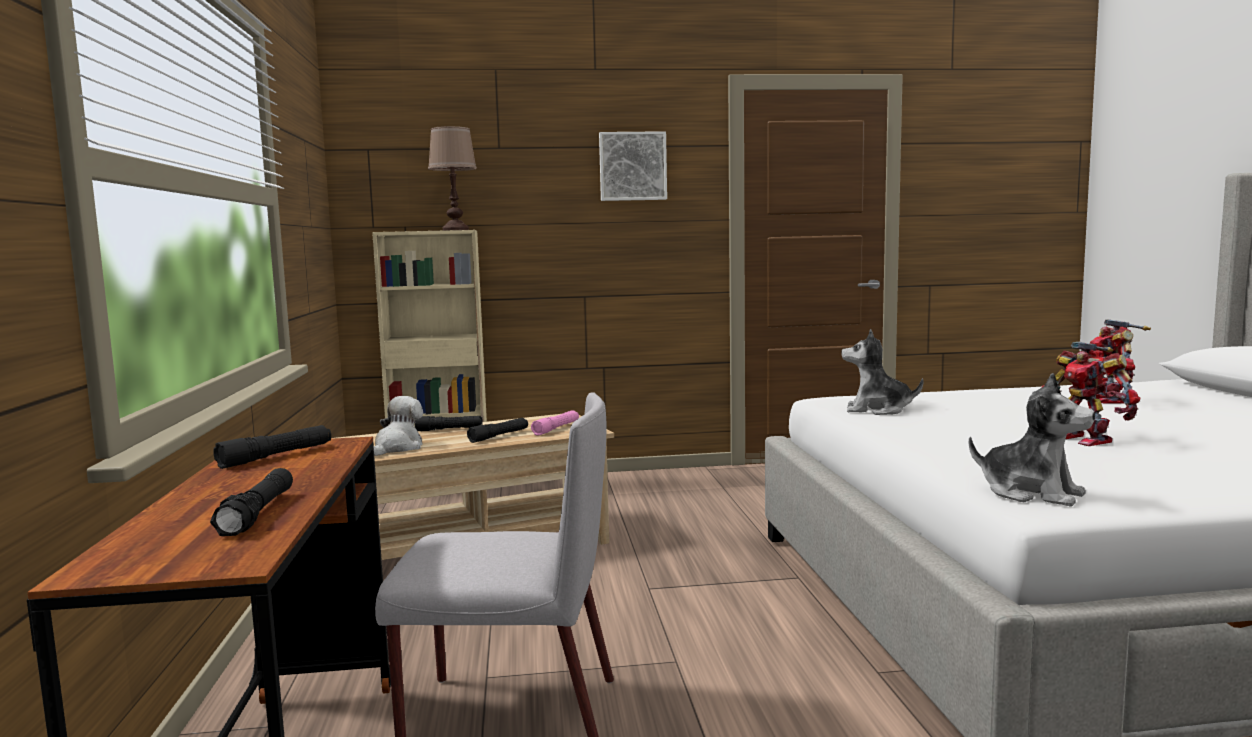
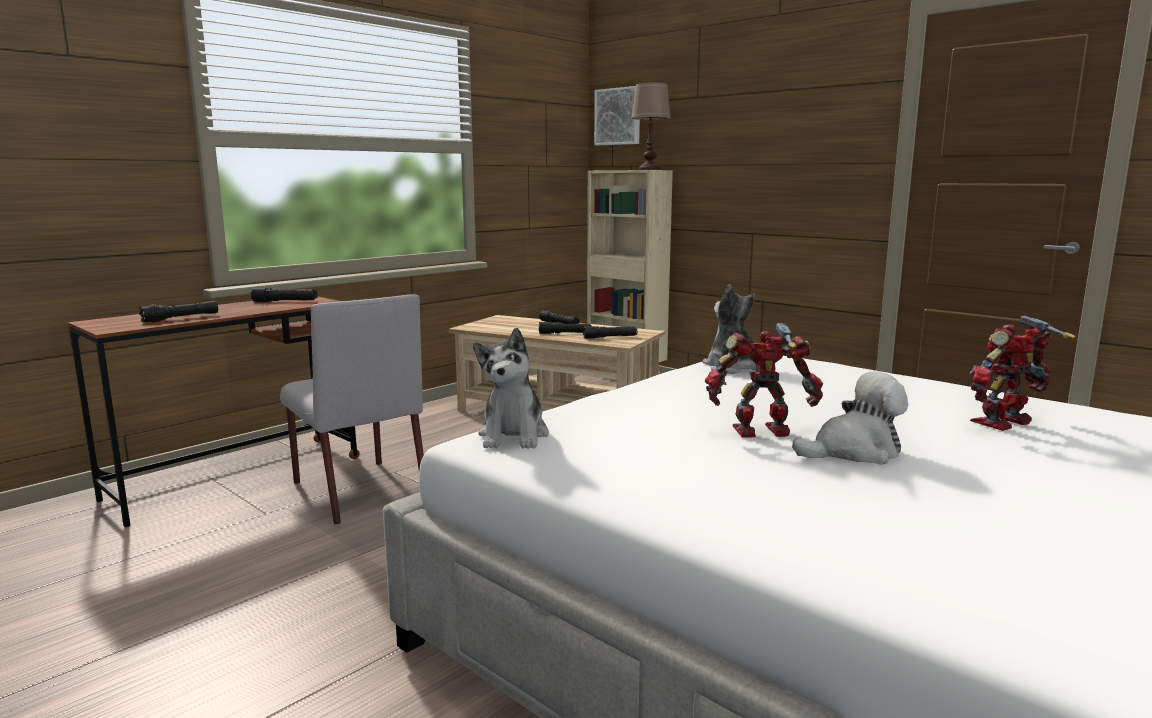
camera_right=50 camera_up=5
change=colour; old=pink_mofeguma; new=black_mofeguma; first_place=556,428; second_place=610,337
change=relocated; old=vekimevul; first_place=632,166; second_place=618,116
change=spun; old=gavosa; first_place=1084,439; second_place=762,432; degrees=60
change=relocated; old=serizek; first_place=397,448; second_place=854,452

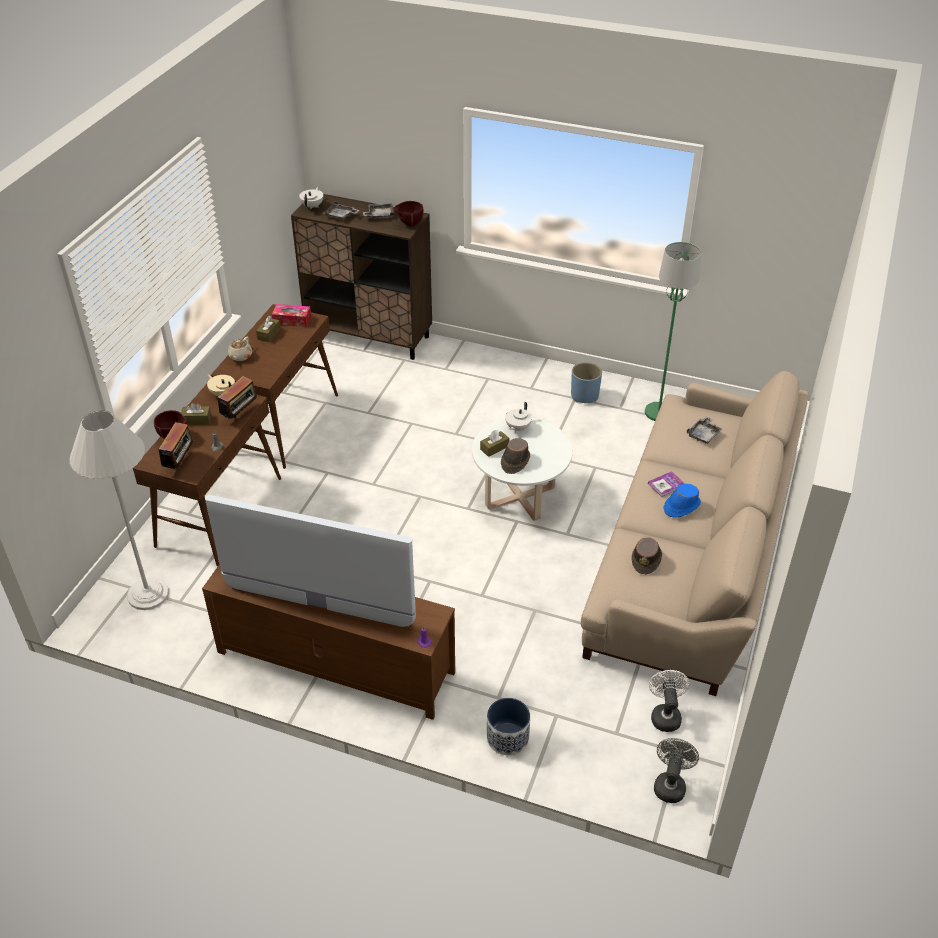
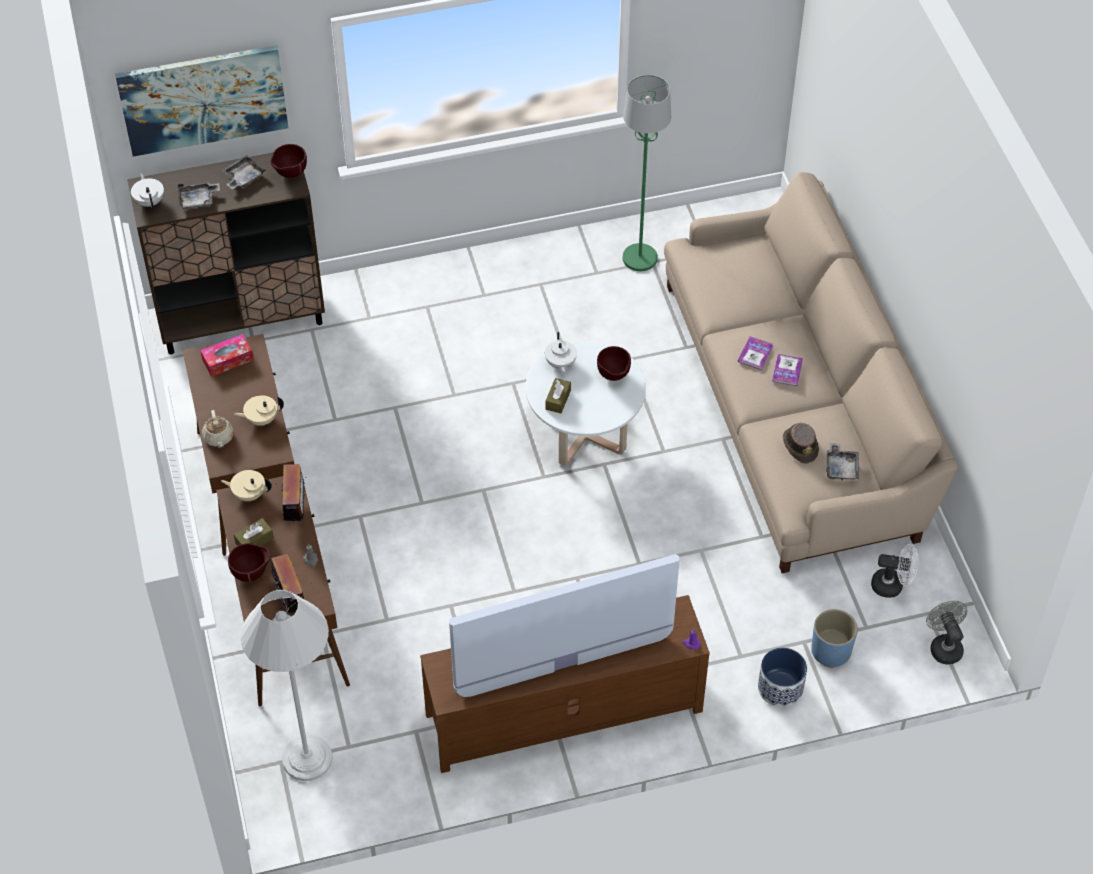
camera_right=-35 camera_up=10
change=appeared; new=vekimevul; second_place=203,99
change=appeared; new=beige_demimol; second_place=261,419
change=appeared; new=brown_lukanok; second_place=613,376
change=exchanged; old=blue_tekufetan; new=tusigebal; first_place=681,506; second_place=787,371
change=relocated; old=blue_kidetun; first_place=584,396; second_place=831,651
change=relocated; old=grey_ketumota; first_place=704,434; second_place=841,467
change=spun; old=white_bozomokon; first_place=665,715; second_place=892,585; degrees=135
change=missing; old=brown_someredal; first_place=269,334
change=missing; old=brown_tekufetan; first_place=515,461

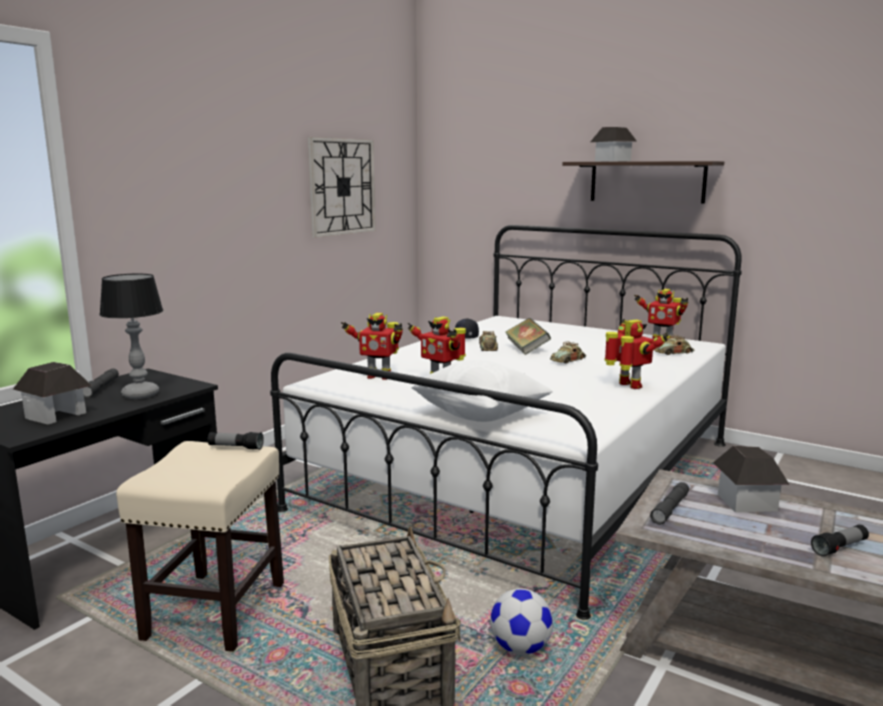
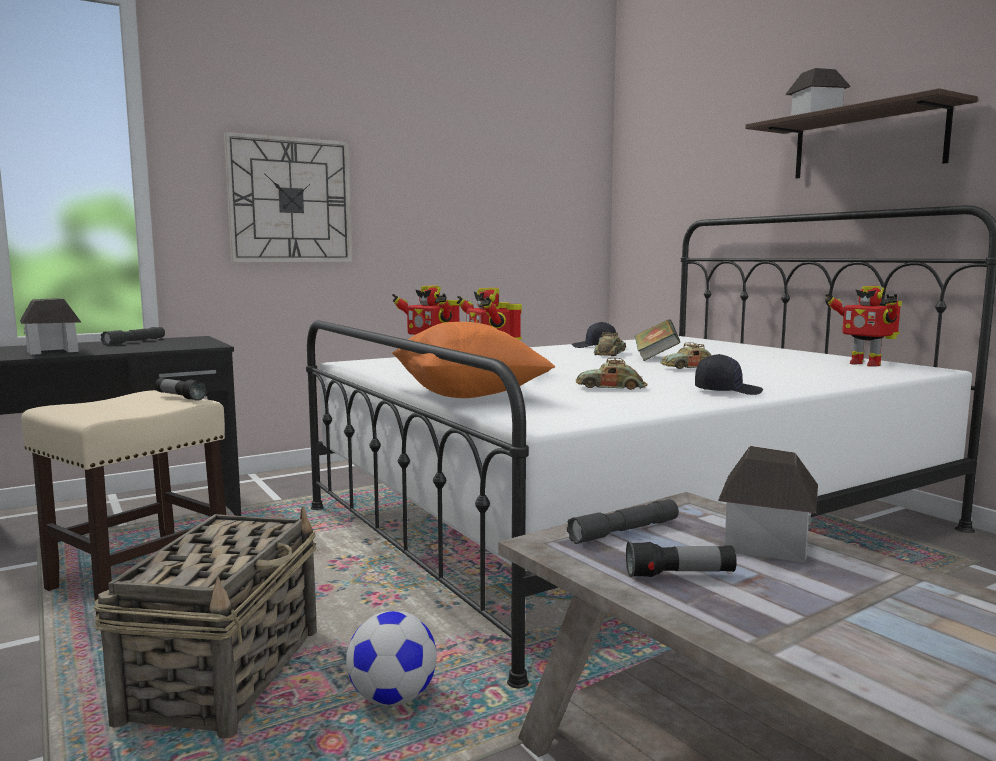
camera_right=25 camera_up=-5
change=relocated; old=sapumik; first_place=342,186; second_place=290,200
change=colour; old=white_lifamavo; new=orange_lifamavo; first_place=480,416; second_place=467,395
change=relocated; old=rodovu; first_place=673,353; second_place=611,388
change=relocated; old=mofeguma; first_place=839,548; second_place=680,575
change=exchanged; old=gavosa; new=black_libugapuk; first_place=629,386; second_place=727,391
change=missing; old=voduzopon; first_place=140,394

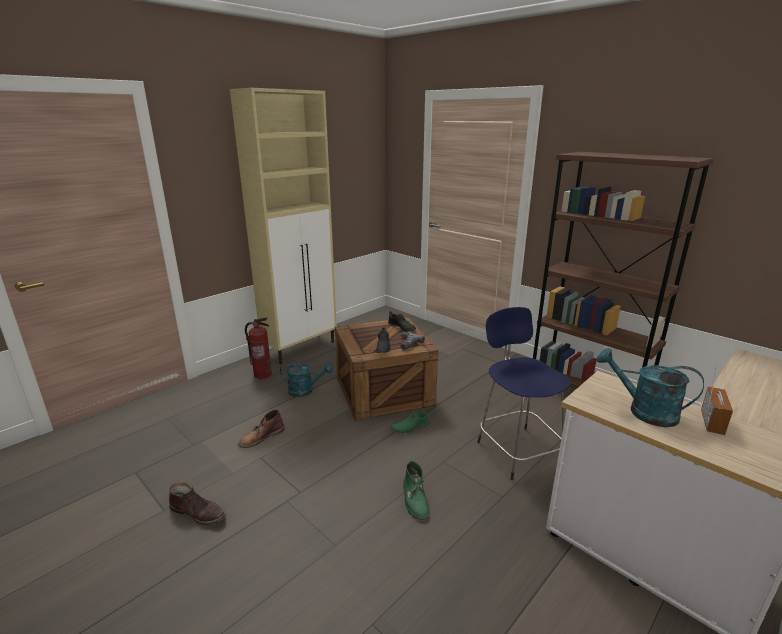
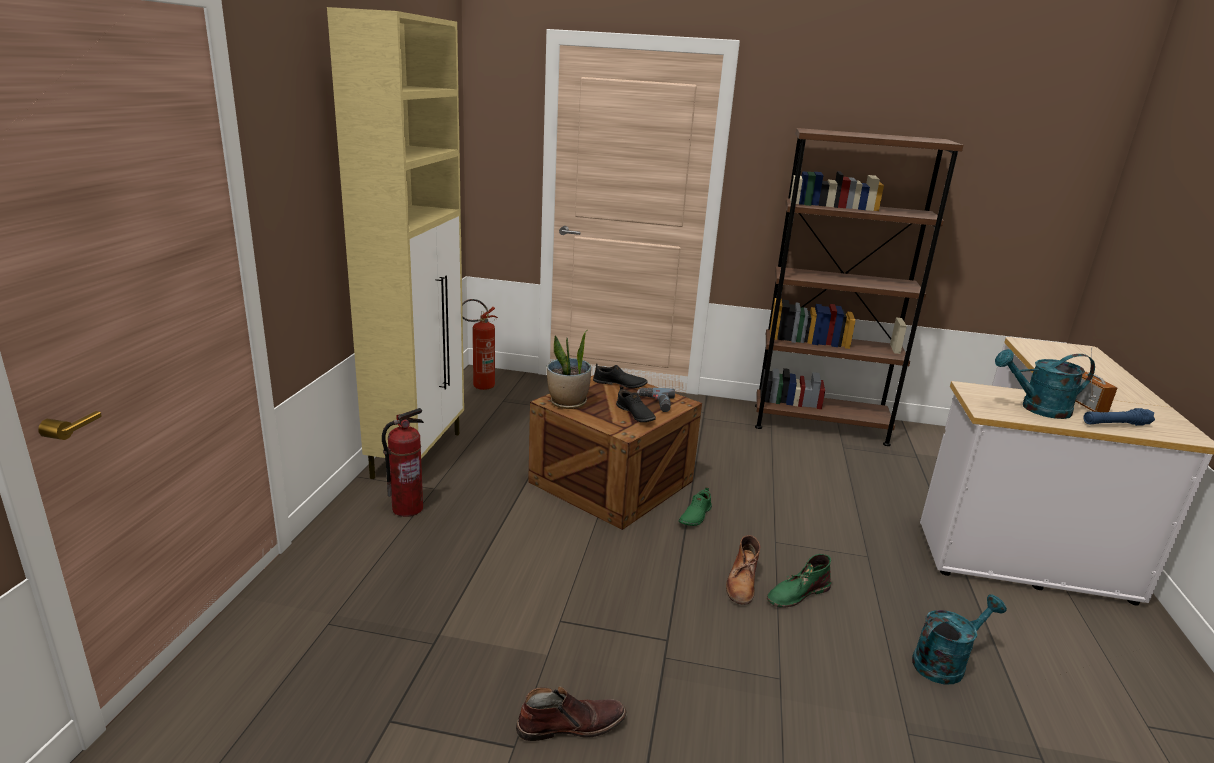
camera_right=-35 camera_up=0
change=appeared; new=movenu; second_place=479,387
change=appeared; new=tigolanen; second_place=568,403
change=relocated; old=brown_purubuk; first_place=261,437; second_place=742,582
change=spun; old=green_purubuk; first_place=415,499; second_place=797,593; degrees=105
change=relocated; old=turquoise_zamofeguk; first_place=305,391; second_place=945,662
change=appeared; new=blue_mofeguma; second_place=1115,424
change=missing; old=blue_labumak; first_place=517,450

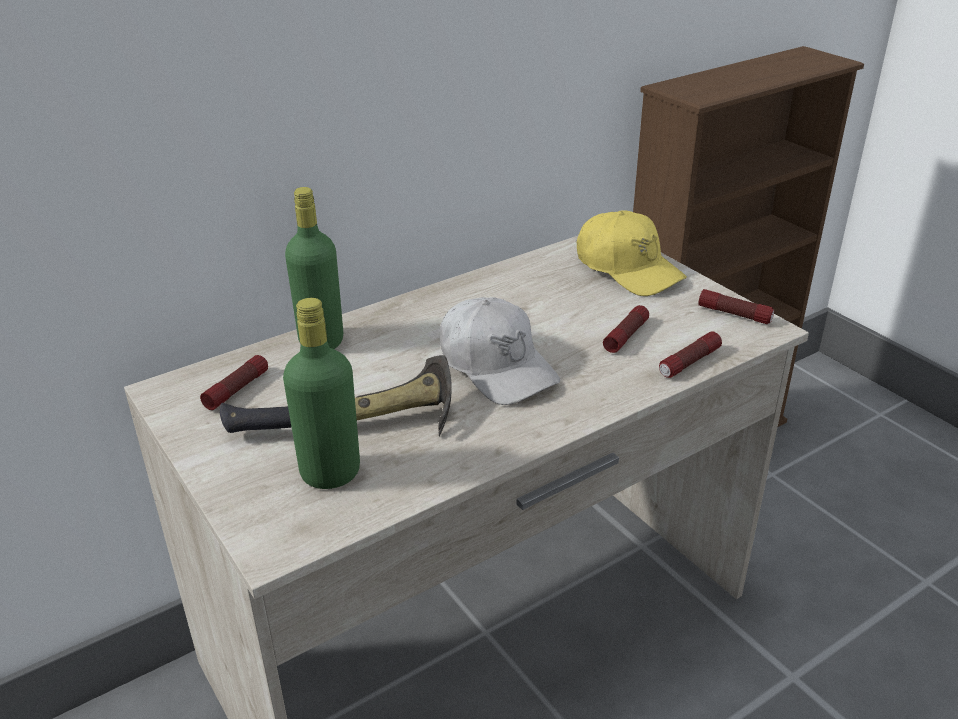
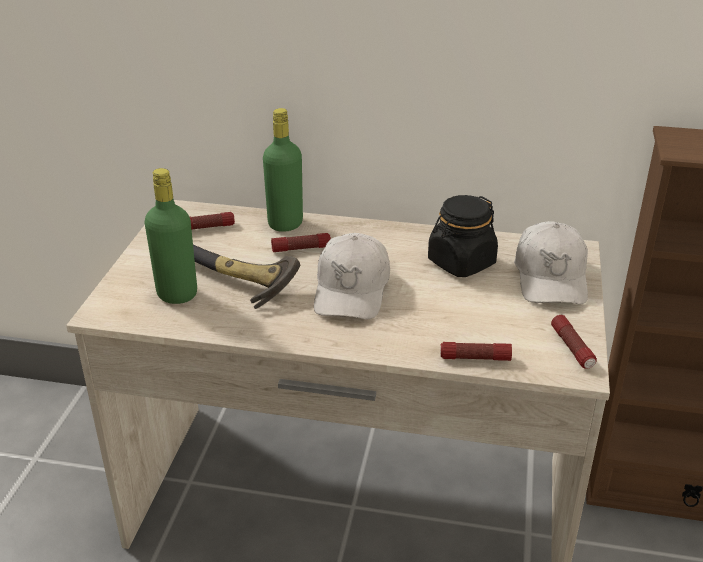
camera_right=45 camera_up=0
change=relocated; old=mofeguma; first_place=626,336; second_place=301,249
change=appeared; new=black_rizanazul; second_place=461,263
change=colour; old=yellow_libugapuk; new=white_libugapuk; first_place=628,269; second_place=551,277

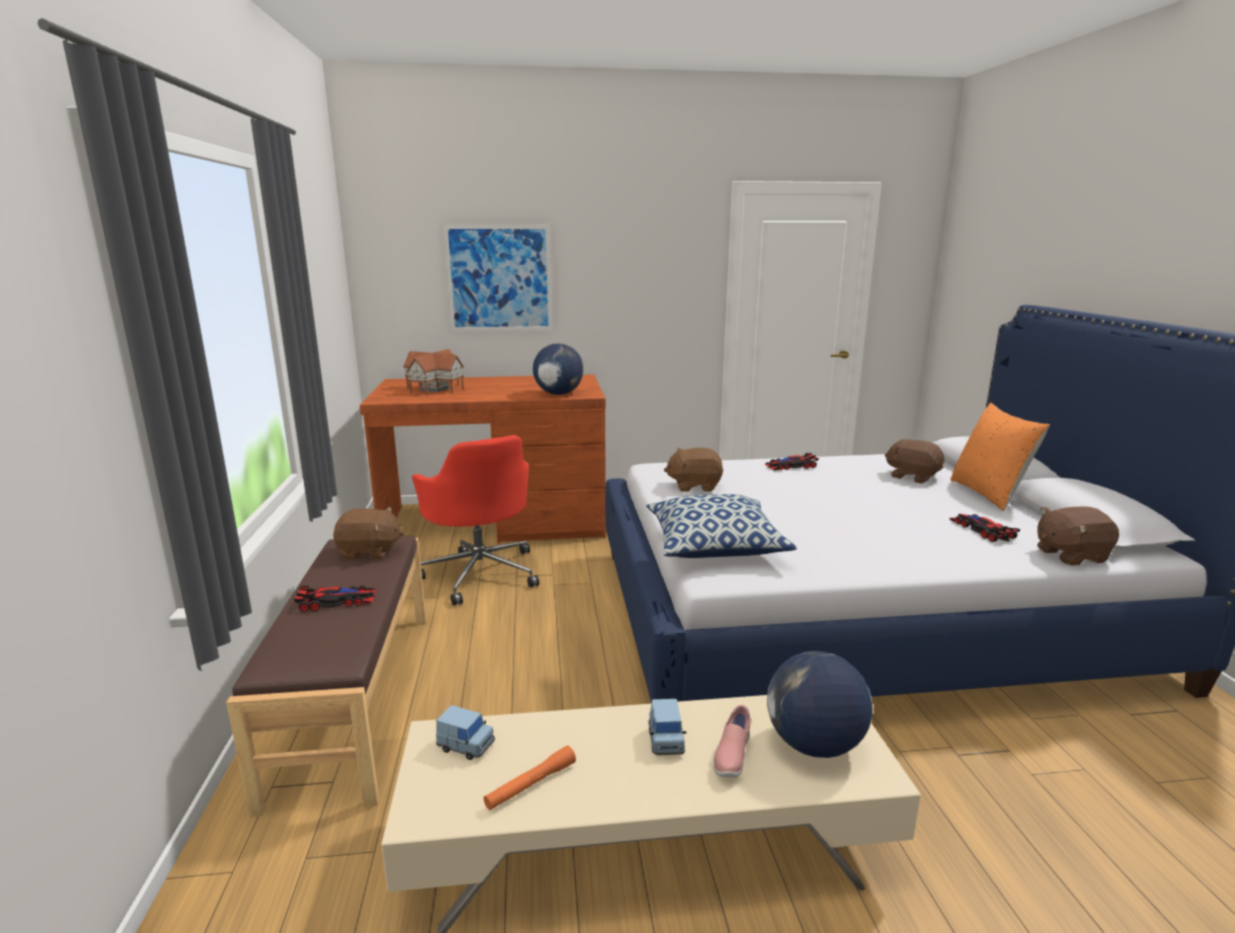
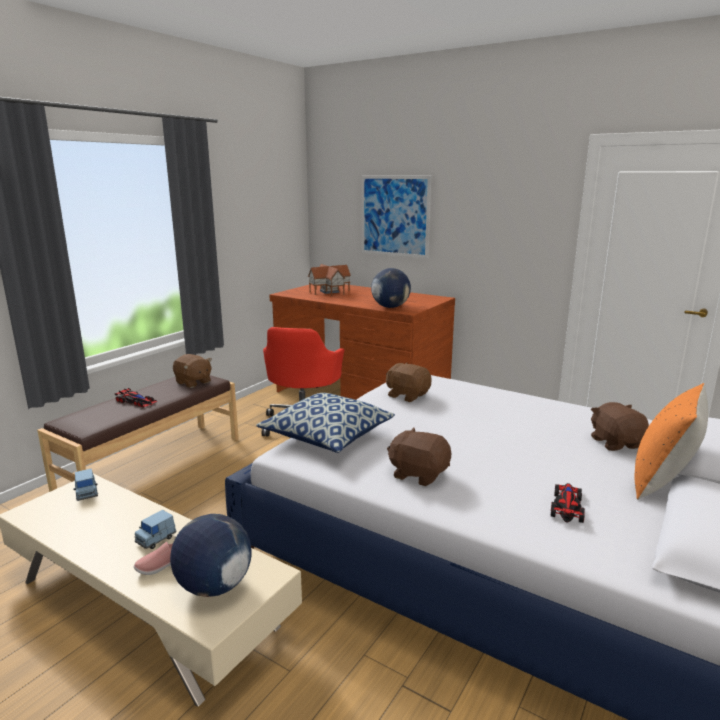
camera_right=40 camera_up=0
change=relocated; old=brown_serizek; first_place=1070,555; second_place=418,474
change=missing; old=orange_mofeguma; first_place=531,785
change=missing; old=rodovu; first_place=791,466

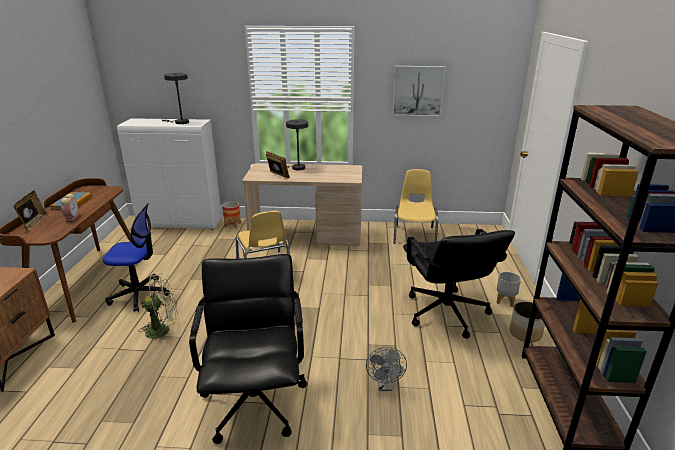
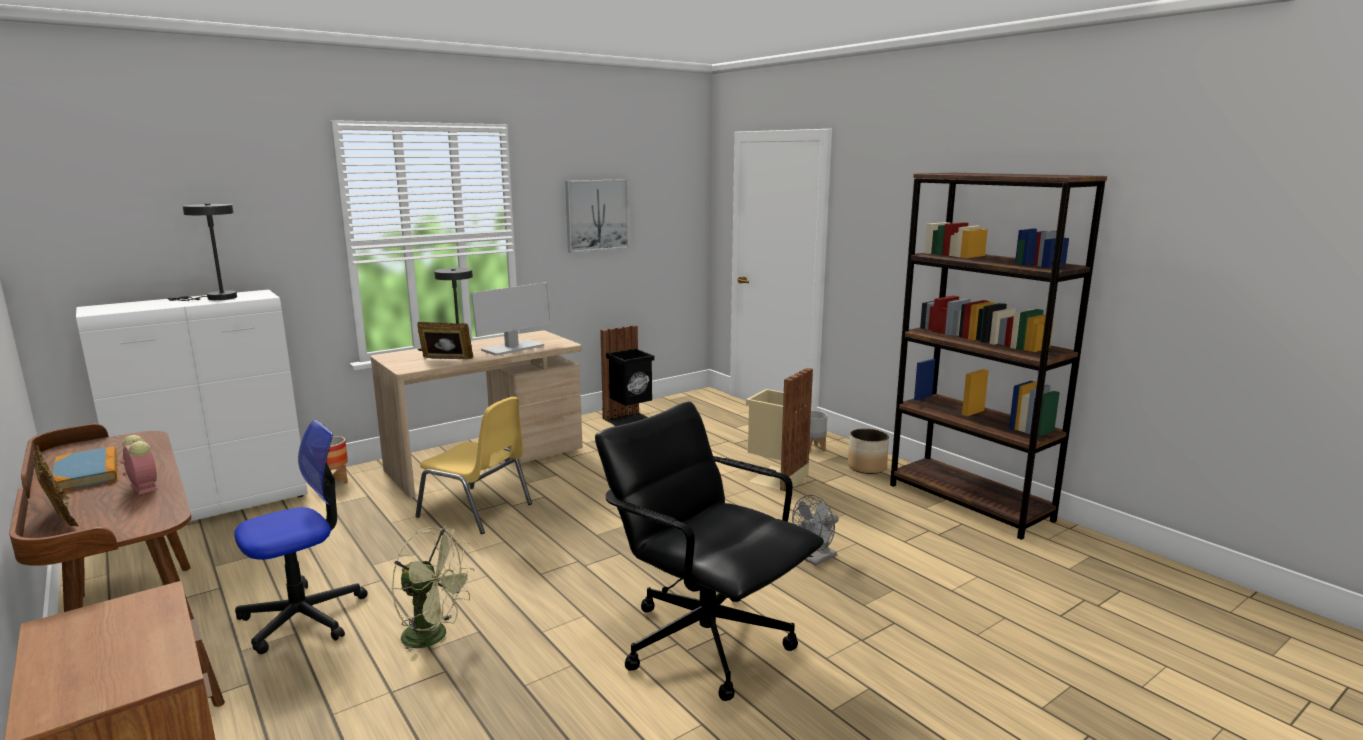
camera_right=-40 camera_up=-10
change=spun; old=green_bozomokon; first_place=163,330; second_place=434,637; degrees=75
change=appeared; new=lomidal; second_place=512,348
change=exchanged; old=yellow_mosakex; new=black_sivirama; first_place=414,235; second_place=629,420
change=exchanged; old=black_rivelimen; new=beige_sivirama; first_place=446,313; second_place=775,478
change=spun; old=grey_bozomokon; first_place=385,386; second_place=816,560; degrees=90

